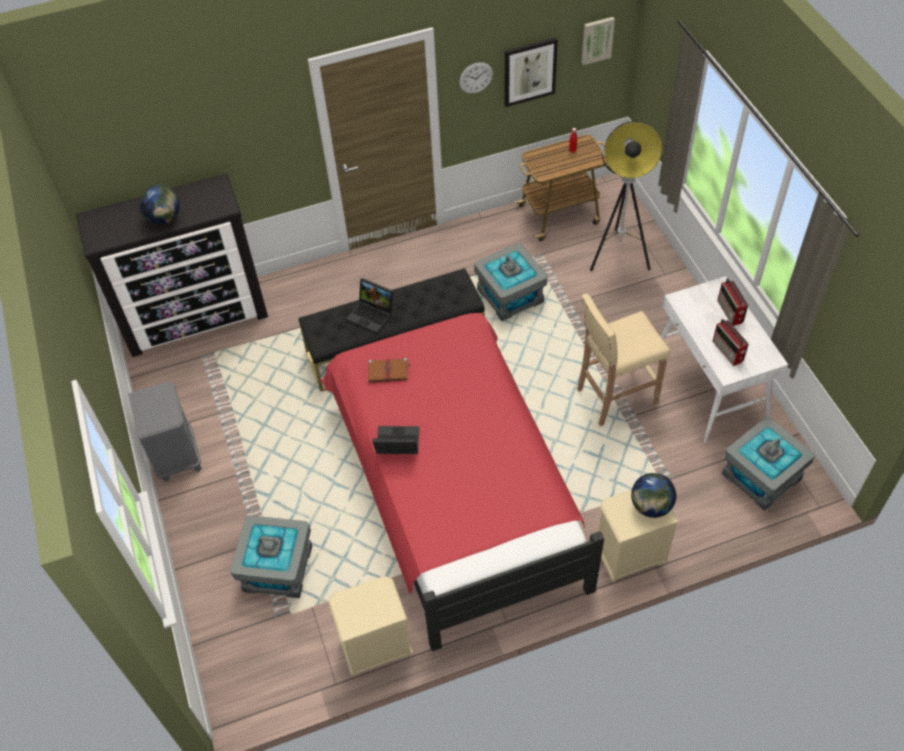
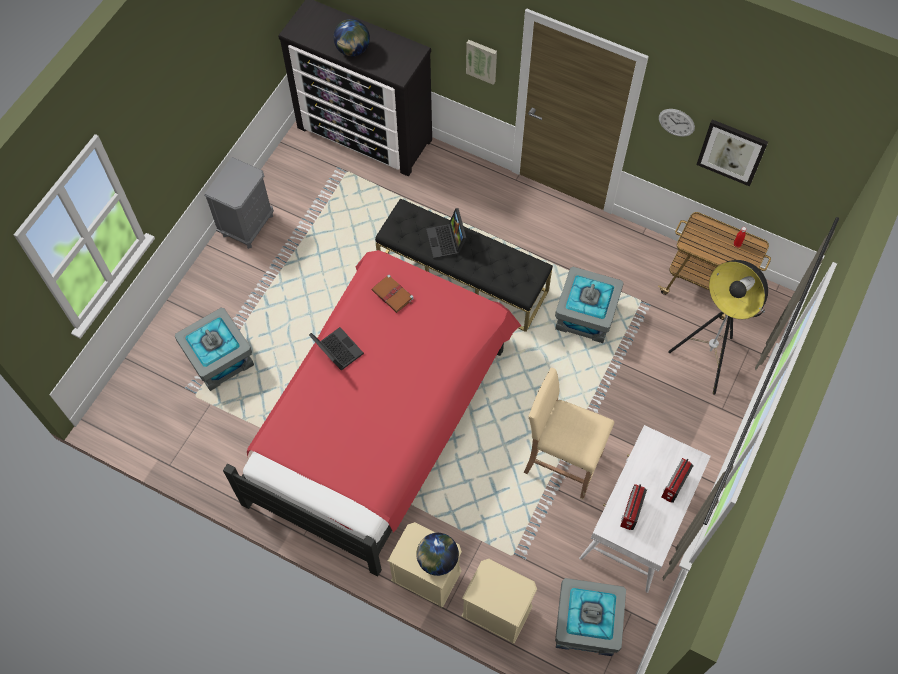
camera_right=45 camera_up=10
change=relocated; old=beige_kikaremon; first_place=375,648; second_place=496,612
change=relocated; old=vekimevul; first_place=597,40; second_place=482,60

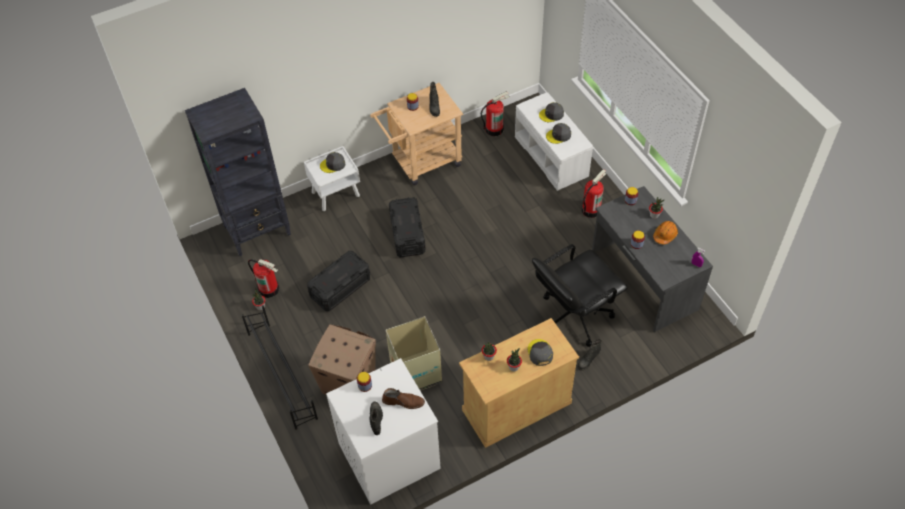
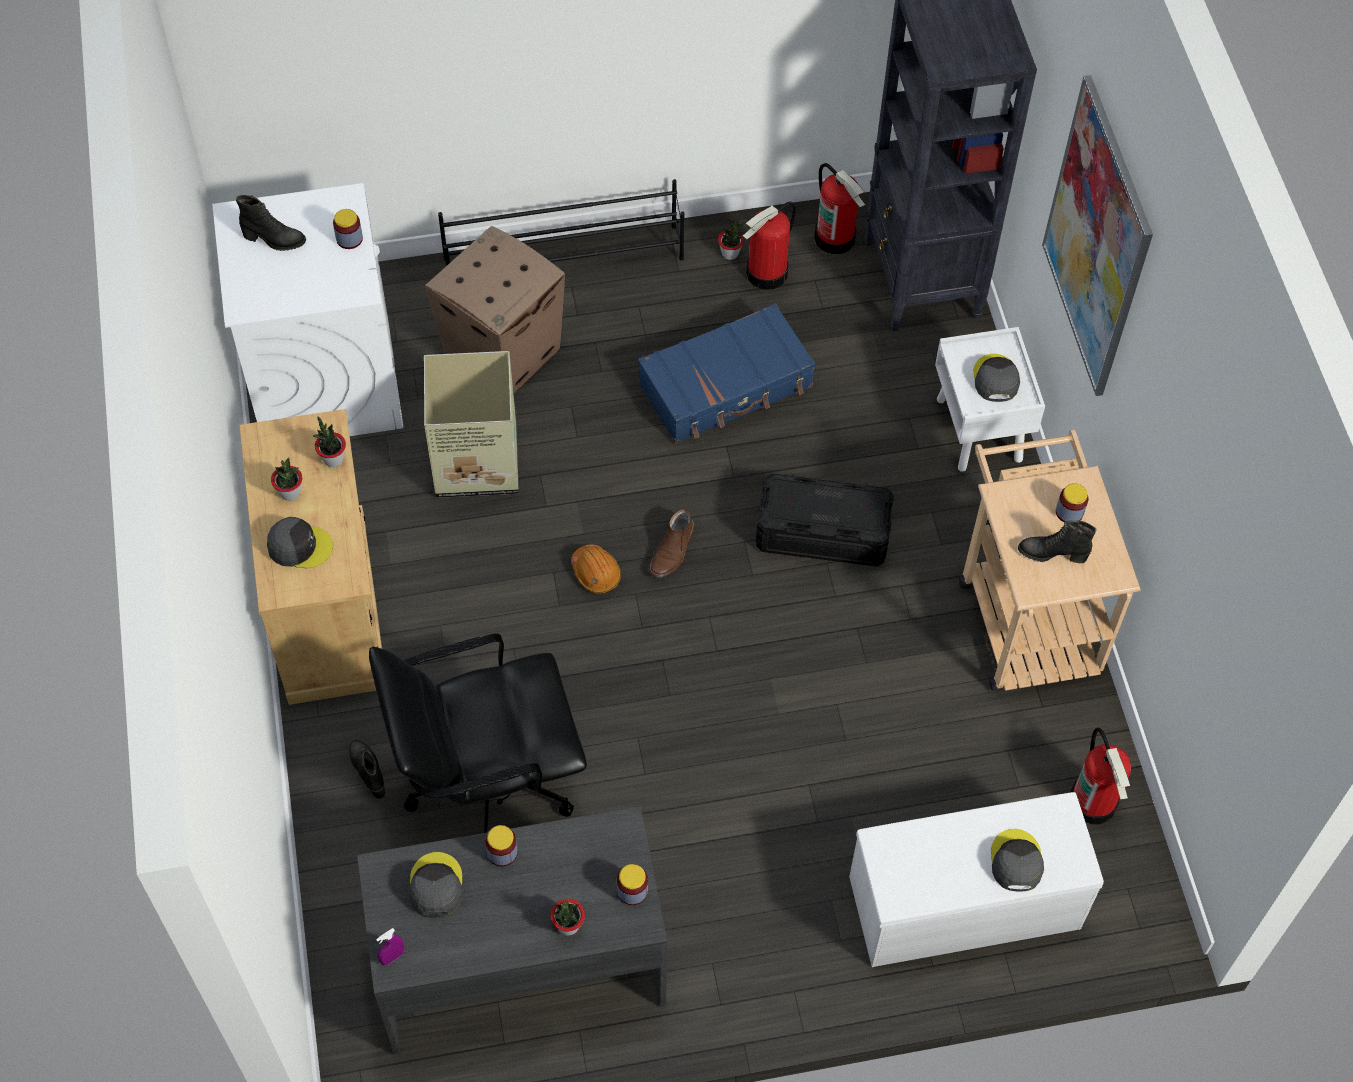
camera_right=105 camera_up=5
change=spun; old=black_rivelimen; first_place=574,315; second_place=487,784; degrees=-90
change=relocated; old=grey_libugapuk; first_place=558,135; second_place=435,886
change=relocated; old=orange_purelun; first_place=665,235; second_place=596,572
change=exchanged; old=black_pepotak; new=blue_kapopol; first_place=340,287; second_place=726,386
change=relocated; old=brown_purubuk; first_place=403,401; second_place=672,551
change=relocated; old=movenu; first_place=590,209; second_place=835,238
change=appeared; new=vekimevul; second_place=1097,239

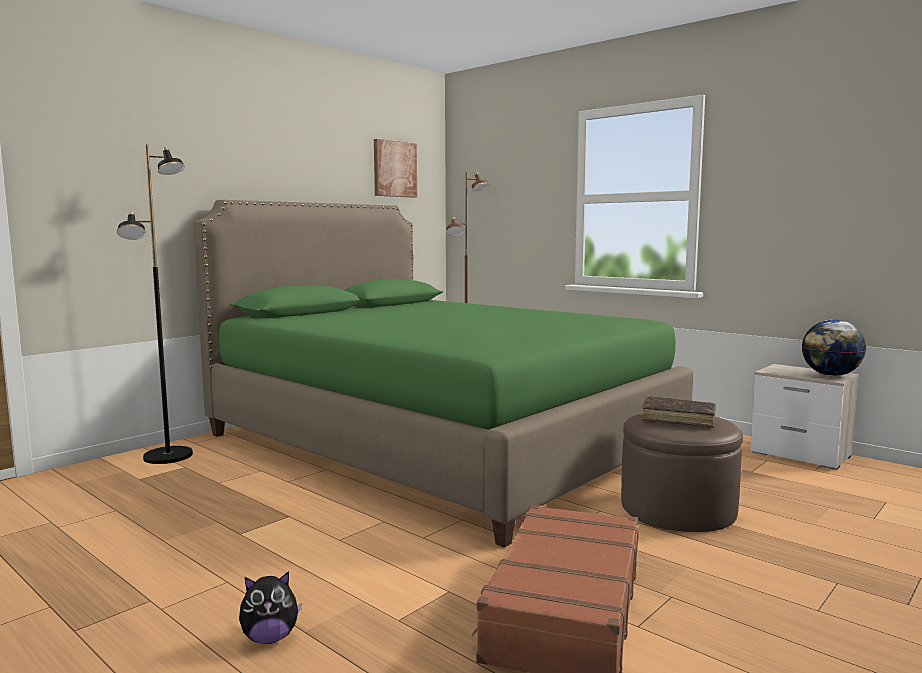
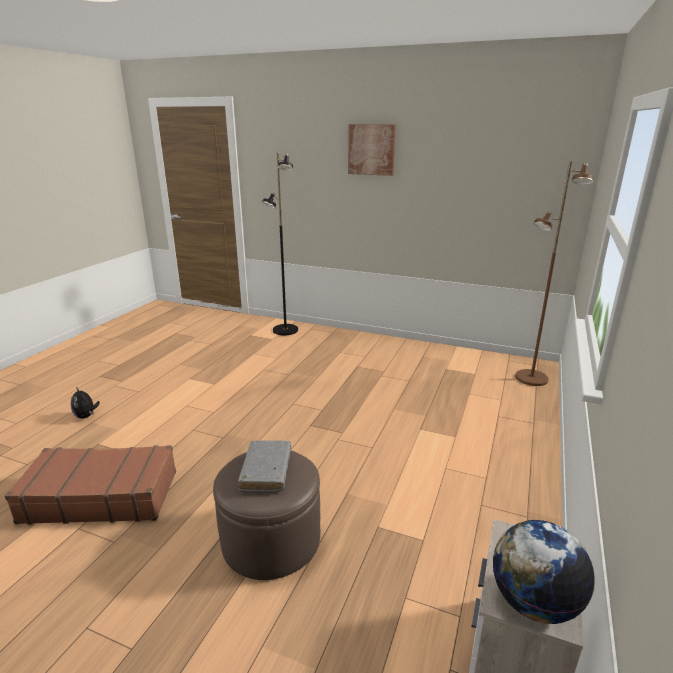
camera_right=70 camera_up=15
change=colour; old=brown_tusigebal; new=grey_tusigebal; first_place=678,419; second_place=266,471
change=relocated; old=vekimevul; first_place=394,169; second_place=371,149
change=missing; old=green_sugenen; first_place=438,442

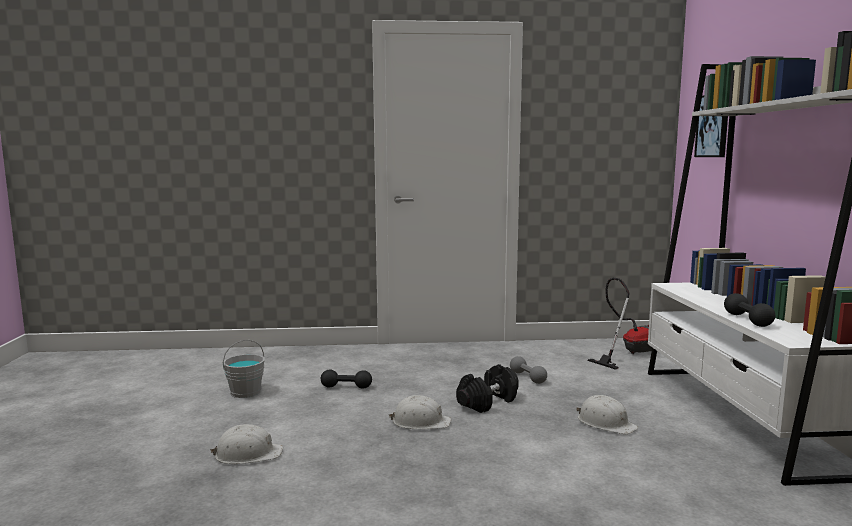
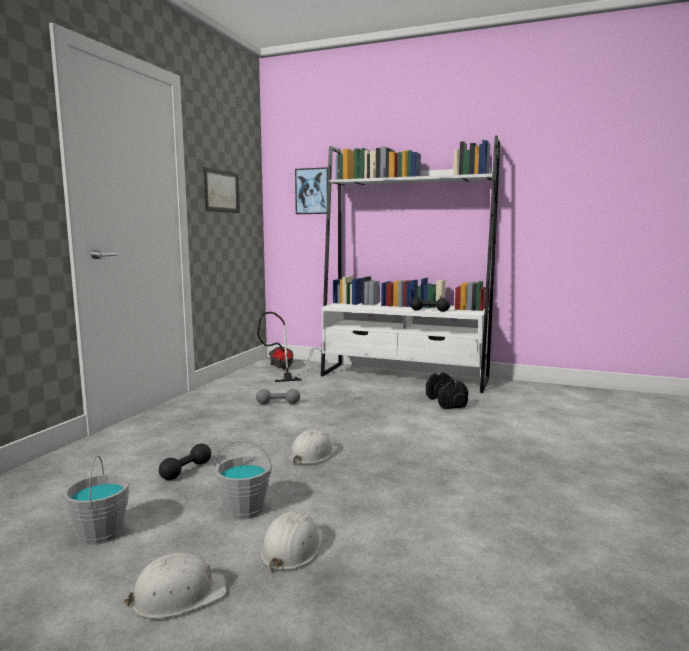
camera_right=-65 camera_up=0
change=relocated; old=white_purelun; first_place=605,423; second_place=178,595
change=appeared; new=vekimevul; second_place=222,191
change=appeared; new=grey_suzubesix; second_place=244,509
change=relocated; old=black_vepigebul; first_place=487,402; second_place=446,402

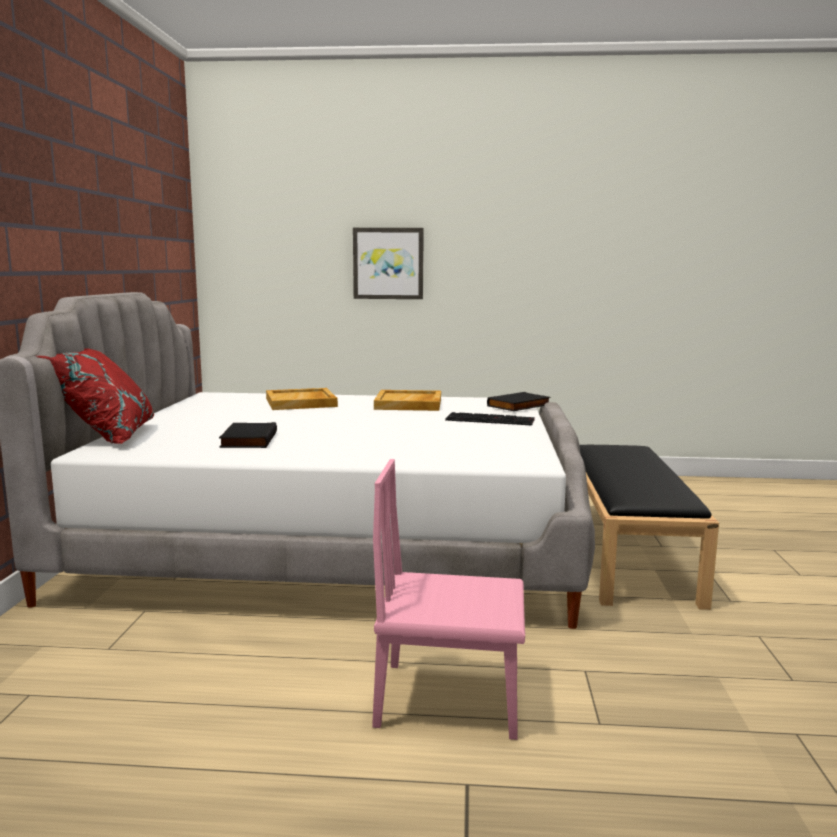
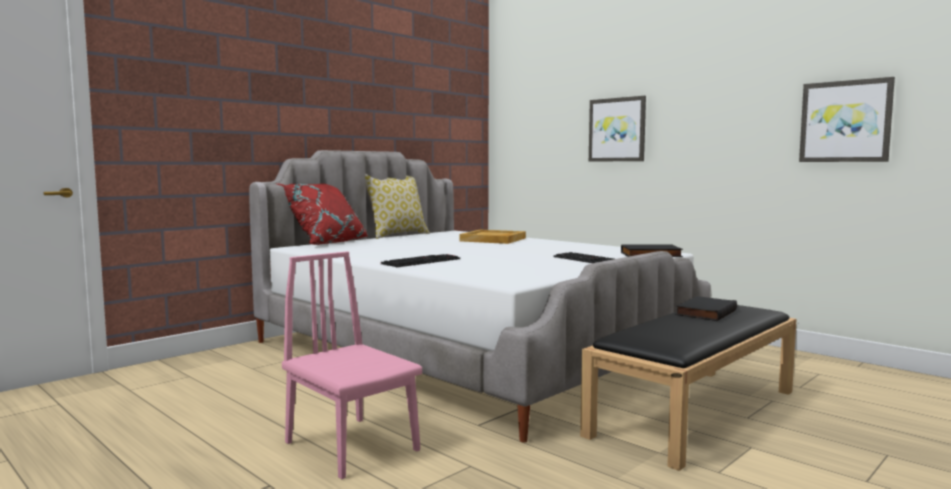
camera_right=40 camera_up=-5
change=appeared; new=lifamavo; second_place=397,235
change=appeared; new=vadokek; second_place=421,261
change=relocated; old=black_tusigebal; first_place=247,440; second_place=705,312
change=appeared; new=vekimevul; second_place=845,121
change=missing; old=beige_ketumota; first_place=409,404

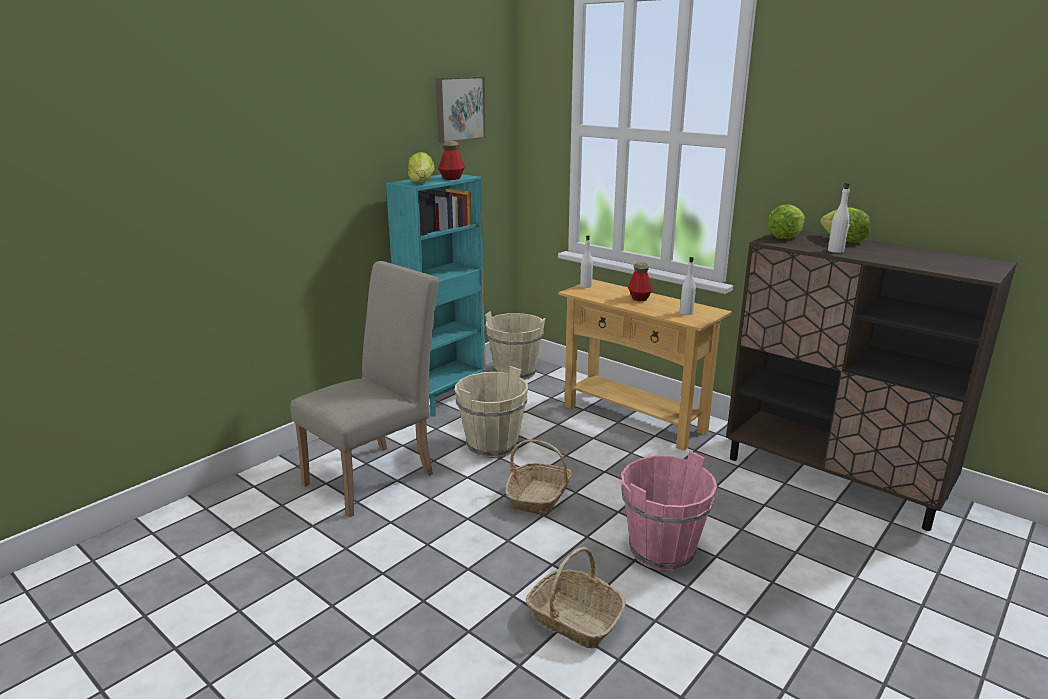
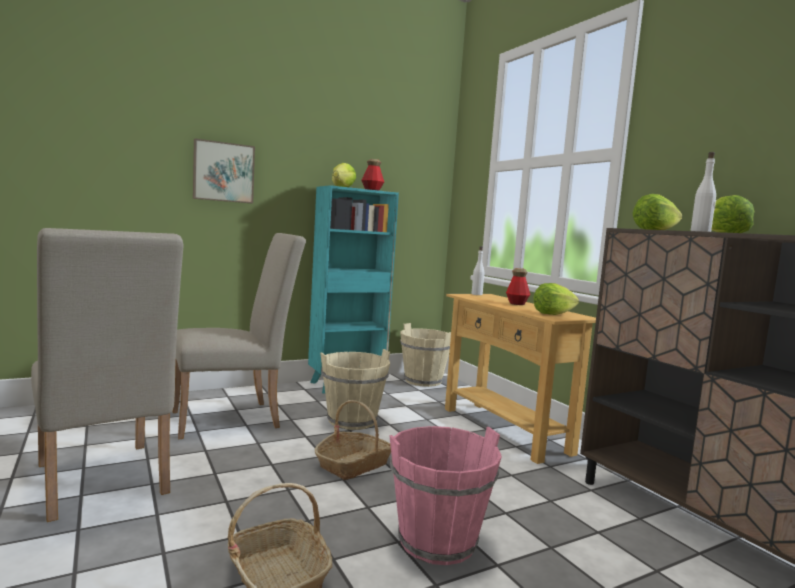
camera_right=20 camera_up=-15
change=appeared; new=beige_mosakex; second_place=102,484
change=relocated; old=vekimevul; first_place=458,109; second_place=223,172
change=exchanged; old=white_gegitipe; new=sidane; first_place=686,312; second_place=552,314

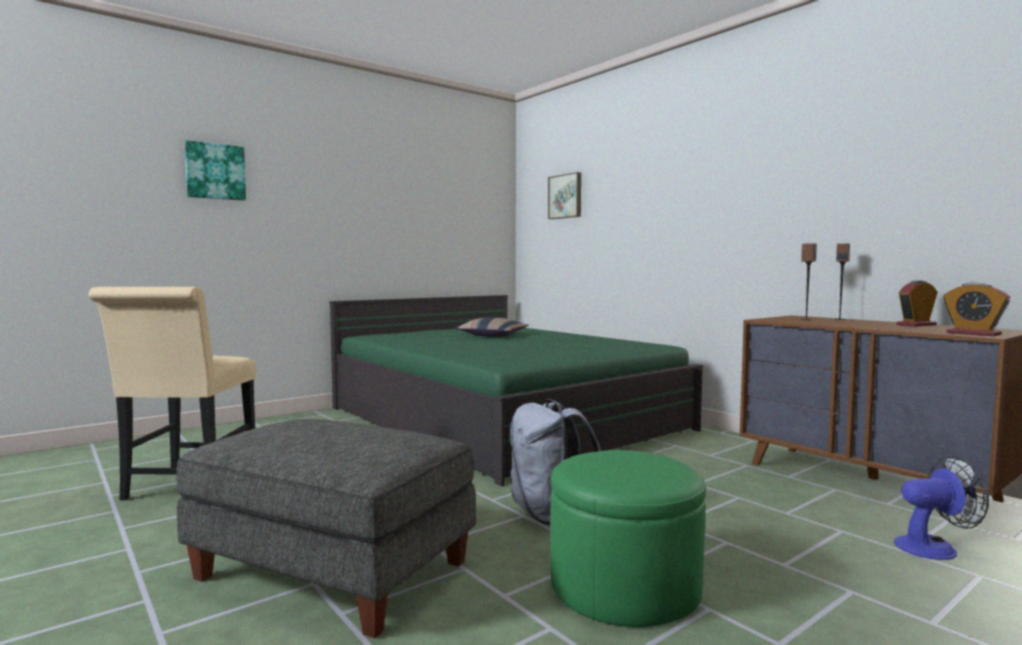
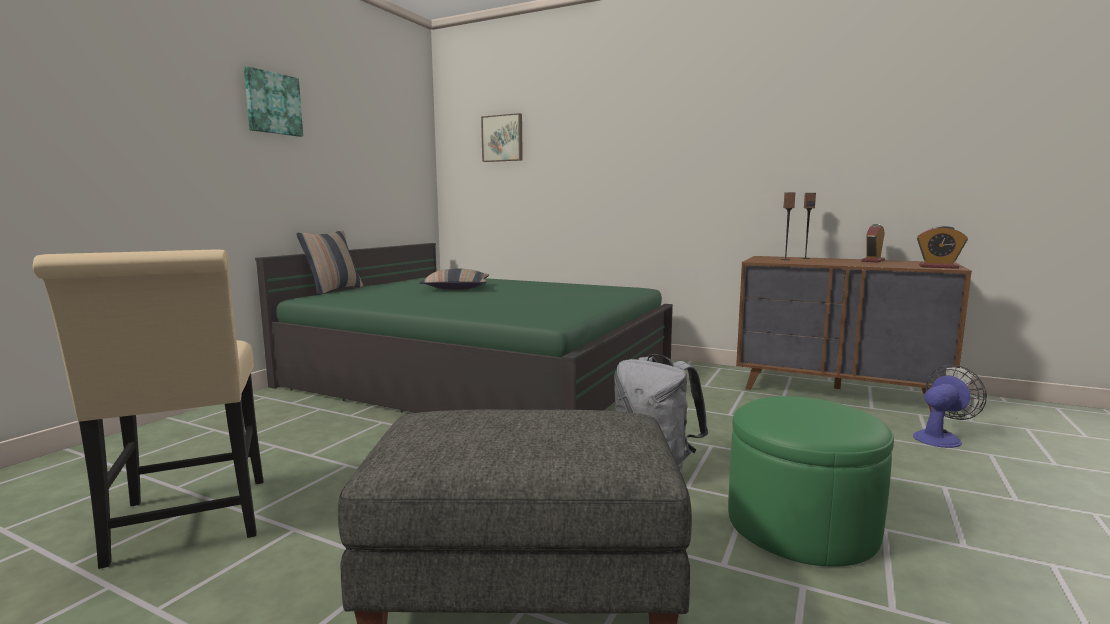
camera_right=-25 camera_up=5
change=relocated; old=vekimevul; first_place=215,171; second_place=272,103
change=appeared; new=lifamavo; second_place=334,290

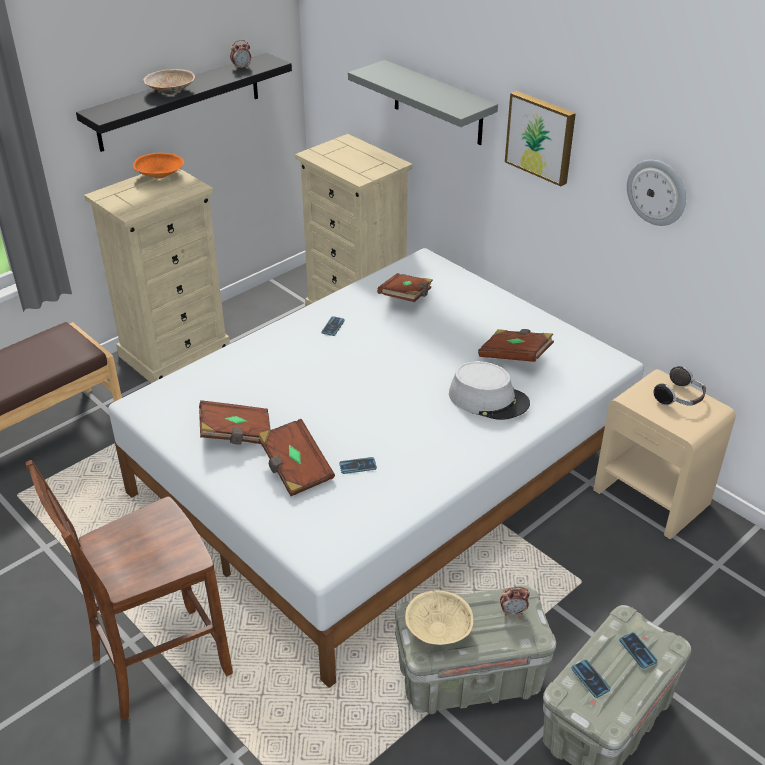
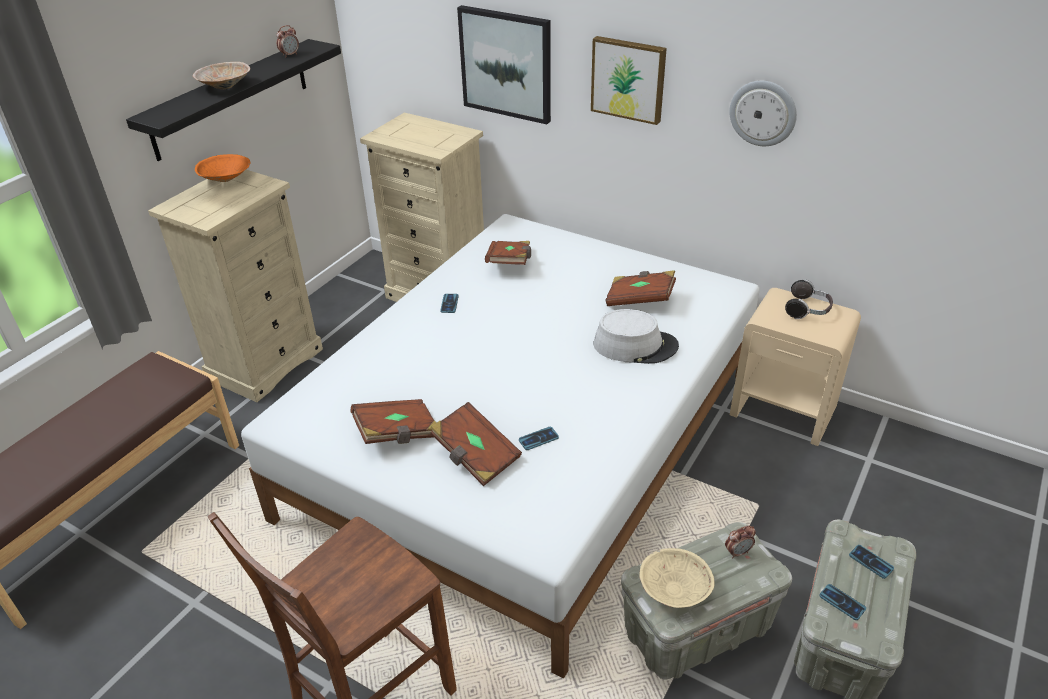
camera_right=-15 camera_up=0
change=exchanged; old=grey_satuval; new=vekimevul; first_place=438,103; second_place=506,64

